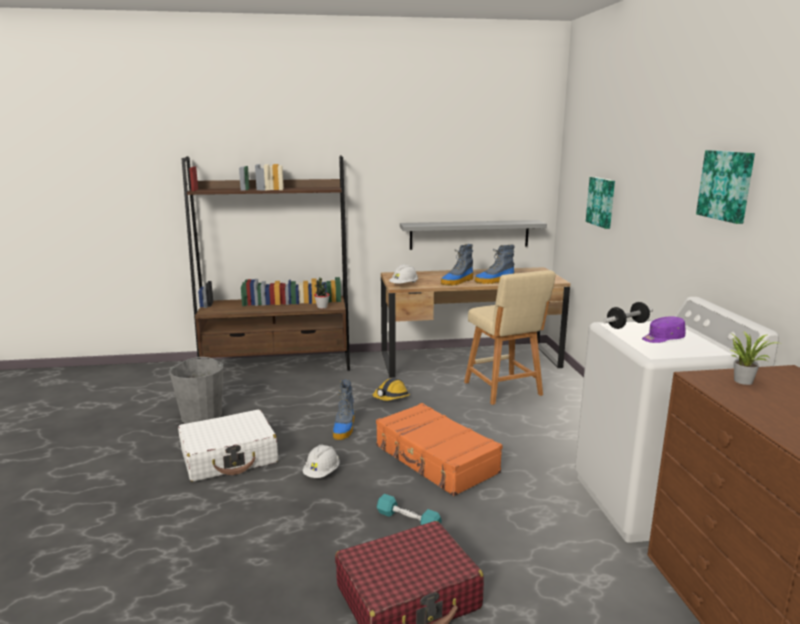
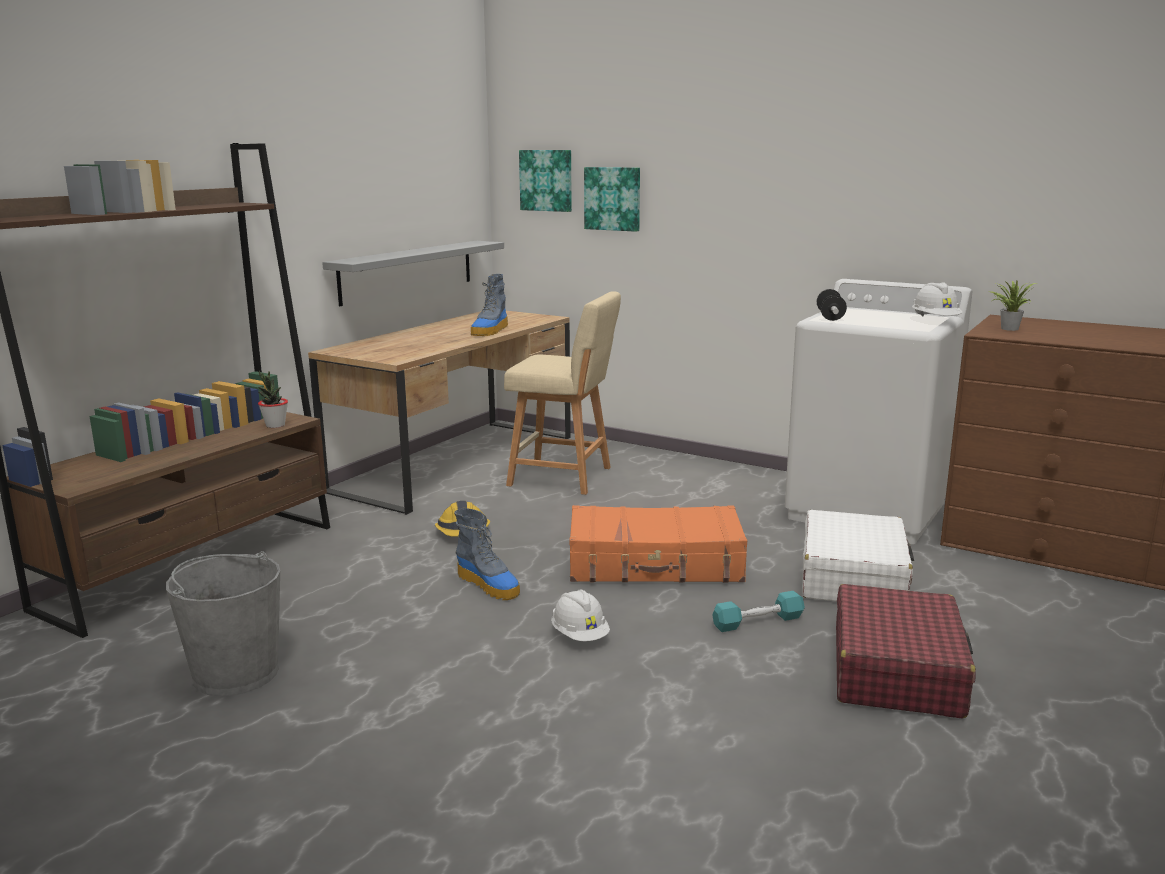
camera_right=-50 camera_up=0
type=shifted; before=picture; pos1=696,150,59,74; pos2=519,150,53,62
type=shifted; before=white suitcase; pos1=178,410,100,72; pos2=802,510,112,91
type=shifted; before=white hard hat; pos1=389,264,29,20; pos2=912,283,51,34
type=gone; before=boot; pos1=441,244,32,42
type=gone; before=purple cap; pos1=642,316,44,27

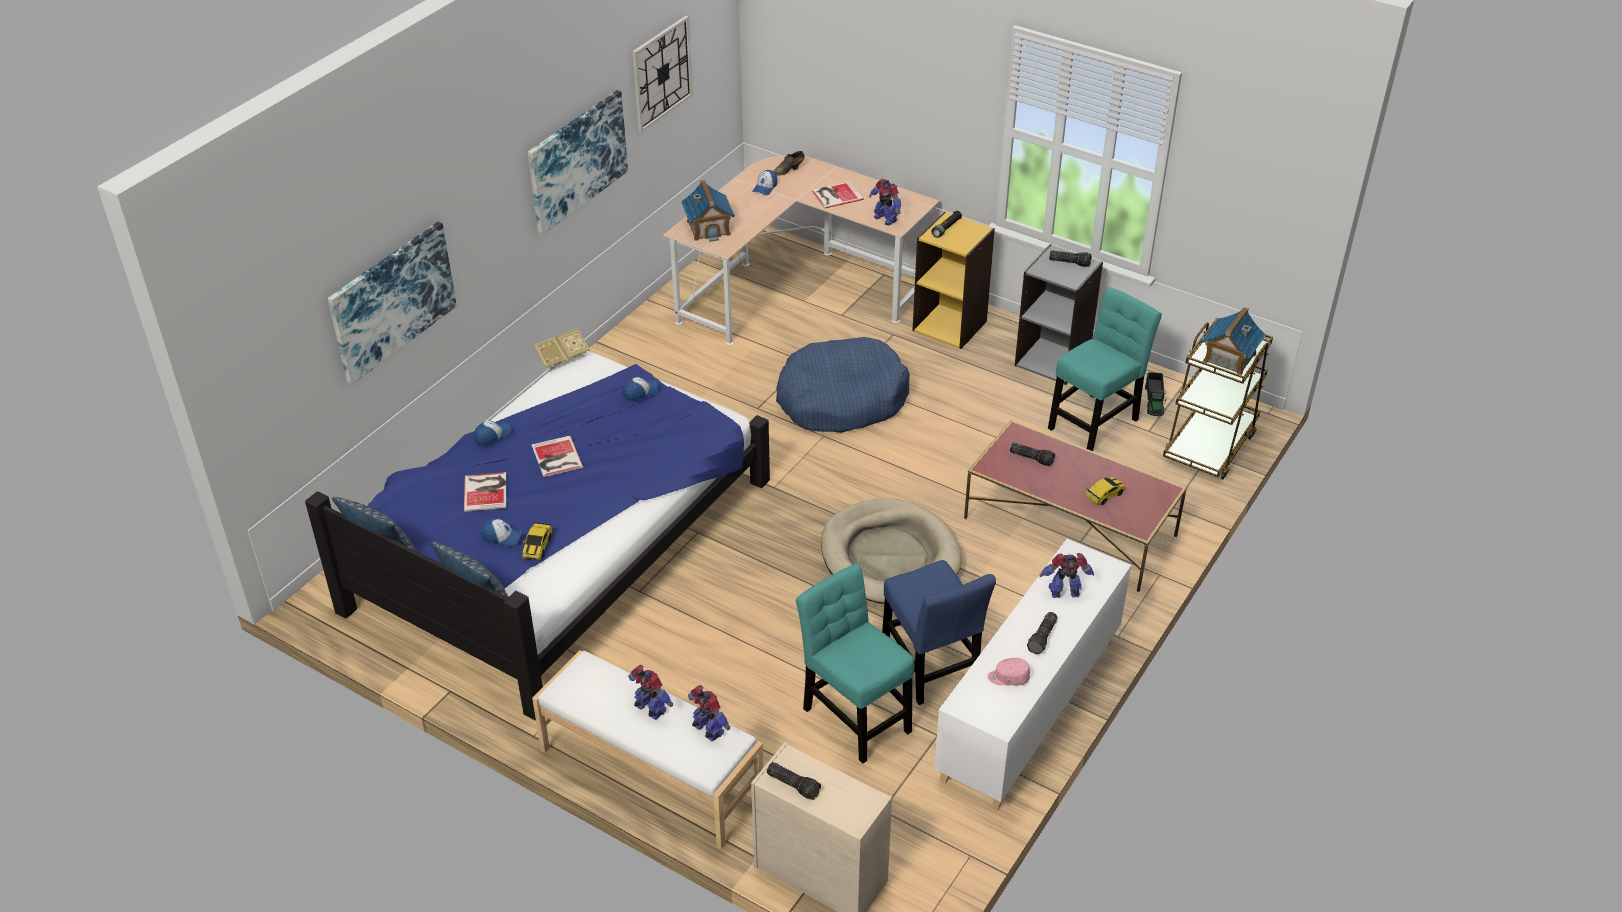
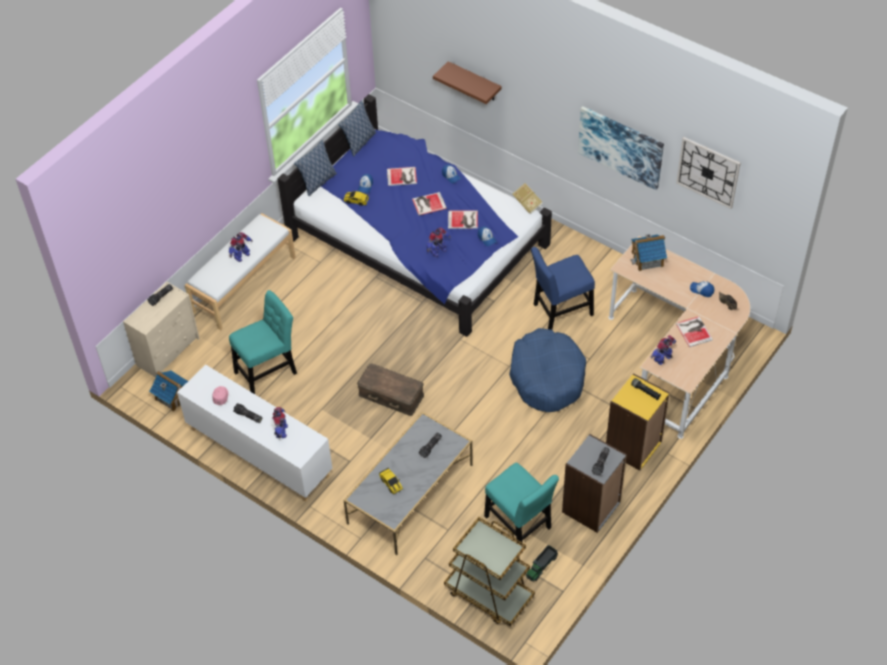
camera_right=95 camera_up=10
type=shifted; before=toy house; pos1=1201,307,64,68; pos2=149,370,39,42
type=repainted; before=red coffee table; after=grey coffee table; pos1=964,420,223,172; pos2=344,412,129,143
type=swapped; before=beige dog bed; after=brown storage box; pos1=821,498,141,106; pos2=357,364,67,52
type=shifted; before=toy robot; pos1=688,685,42,56; pos2=427,227,24,30
type=swapped; before=picture; after=brown shelf; pos1=328,222,129,162; pos2=433,61,69,43
type=new; after=book; pos2=448,210,30,19
type=rotated; before=toy truck; pos1=1145,372,21,44; pos2=526,545,32,36; turn=-60
type=shifted; before=blue chair; pos1=882,560,114,145; pos2=531,247,64,83

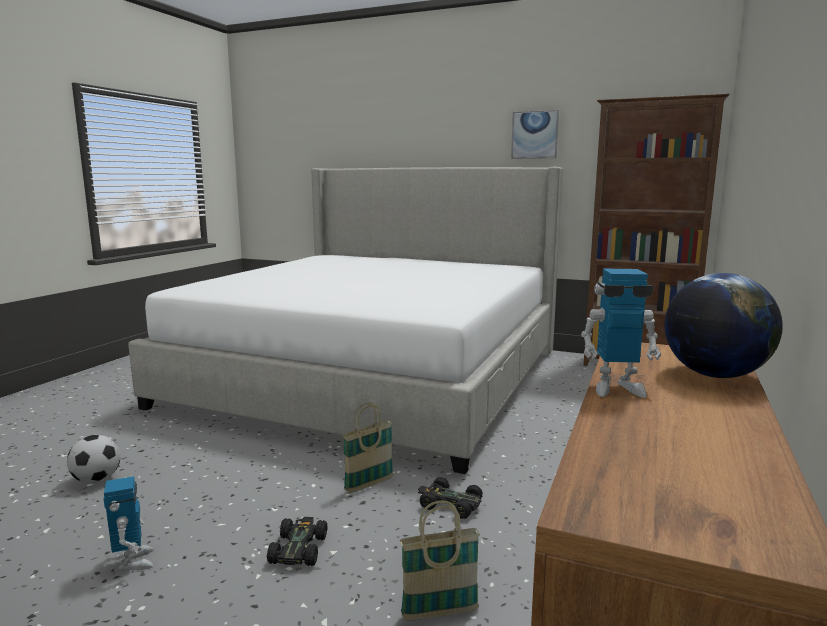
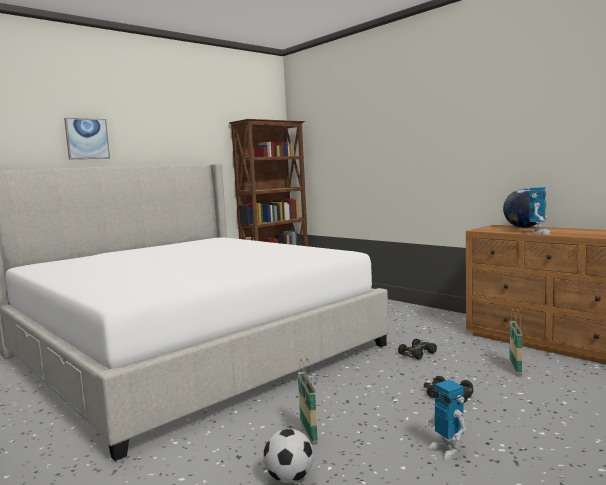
camera_right=-65 camera_up=-5
type=shifted; before=picture; pos1=511,110,48,49; pos2=64,118,46,41
type=shifted; before=basket; pos1=342,402,52,91; pos2=298,358,20,86
type=rotated; before=toy robot; pos1=104,476,50,94; pos2=428,380,38,81; turn=-120

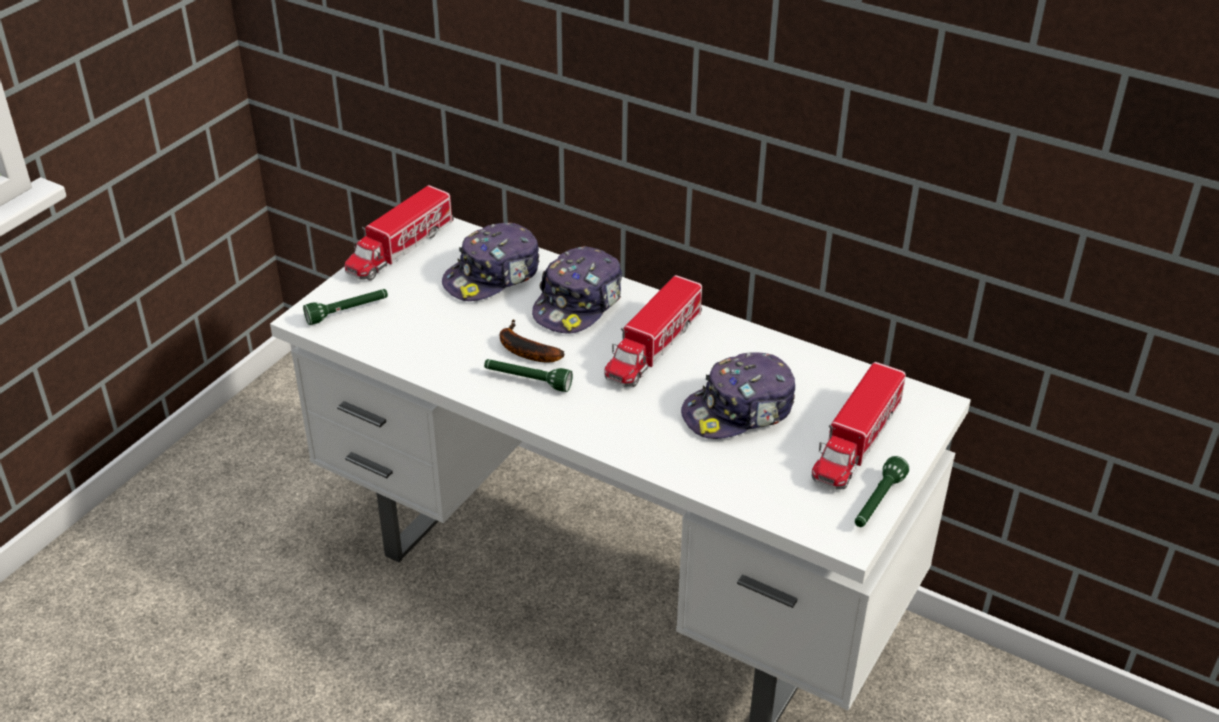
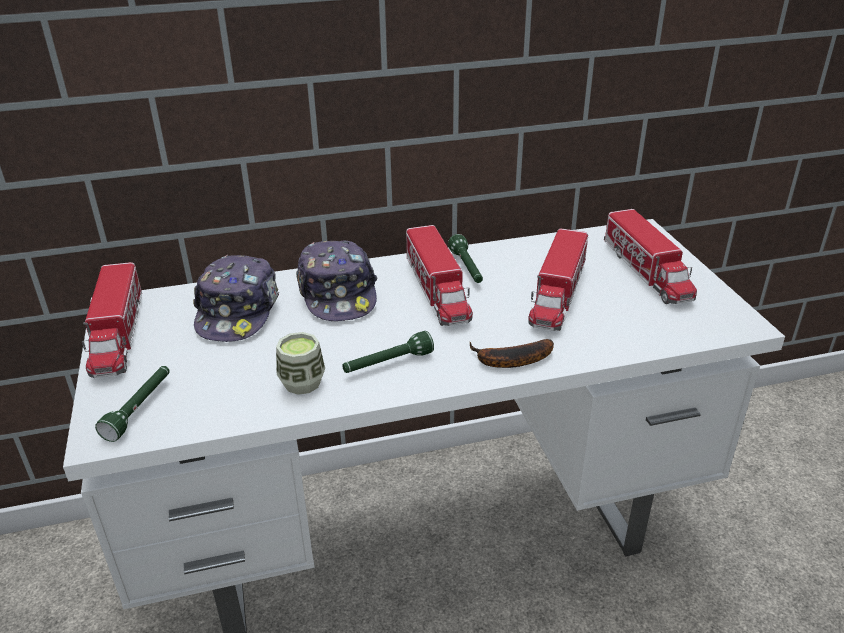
camera_right=-45 camera_up=-5
type=new; after=cup; pos2=276,332,49,63
type=shifted; before=green flashlight; pos1=855,456,54,71; pos2=448,234,35,49
type=shifted; before=banana; pos1=500,319,64,44; pos2=470,339,84,29
type=swapped; before=cap; after=toy truck; pos1=681,352,114,87; pos2=528,228,60,103

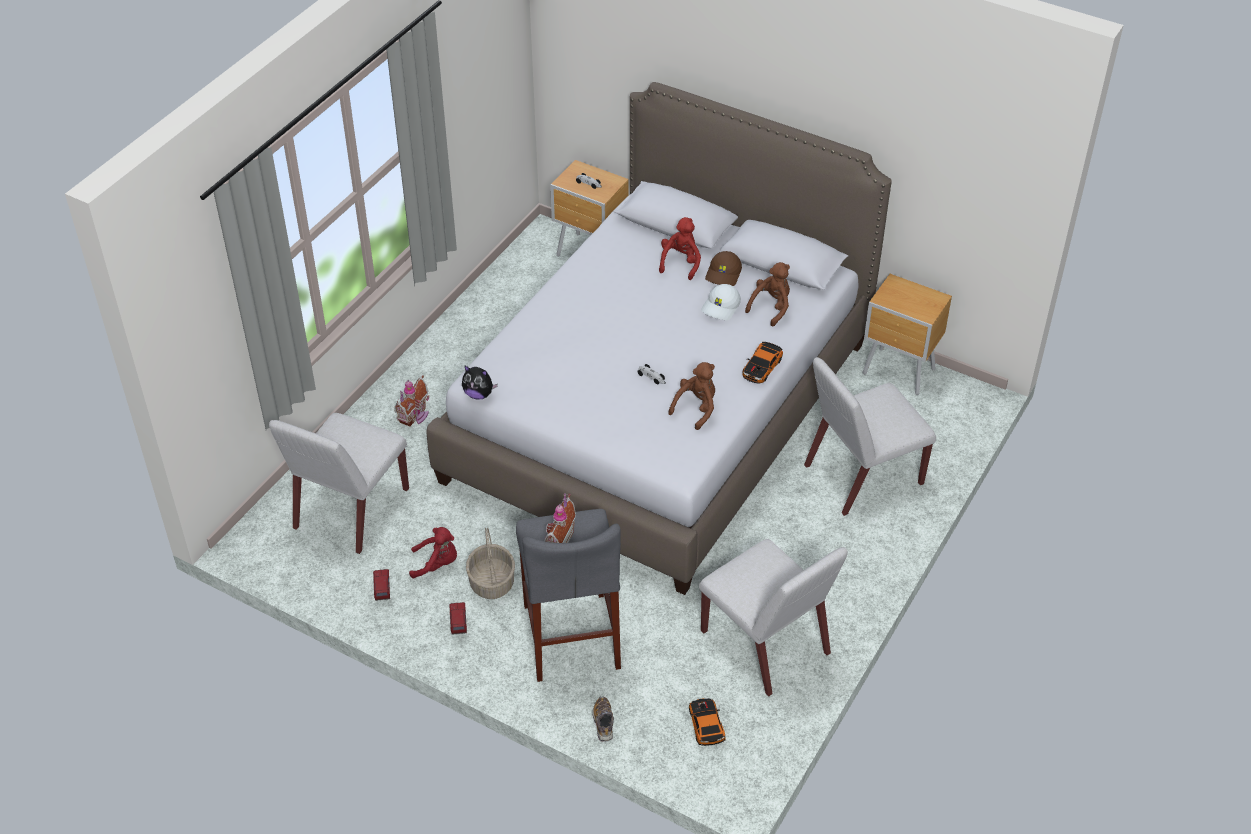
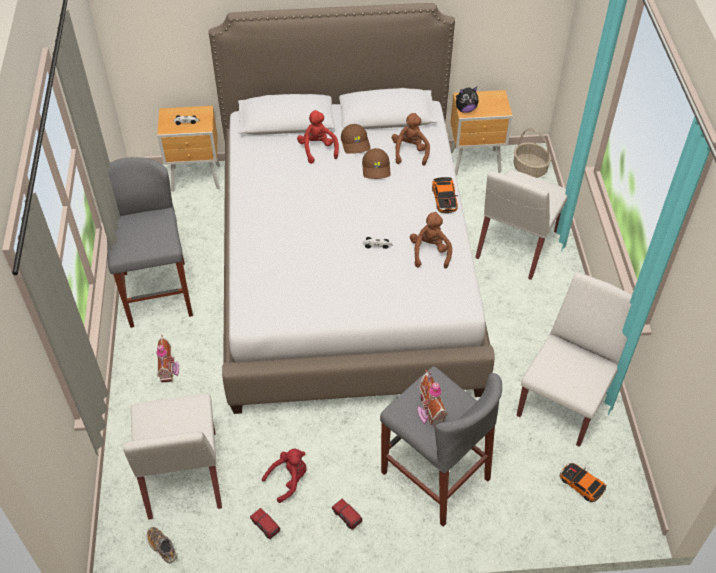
camera_right=-35 camera_up=5
type=new; after=grey stool; pos2=107,157,86,171
type=shifted; before=shoe; pos1=592,697,22,45; pos2=147,527,30,37
type=repainted; before=white cap; after=brown cap; pos1=701,284,40,36; pos2=362,148,29,31
type=shifted; before=plush toy; pos1=462,365,36,35; pos2=456,87,22,26
type=shifted; before=basket; pos1=466,528,49,71; pos2=513,128,38,50
type=rotated; before=white chair; pos1=699,539,149,157; pos2=516,272,116,175; turn=-75

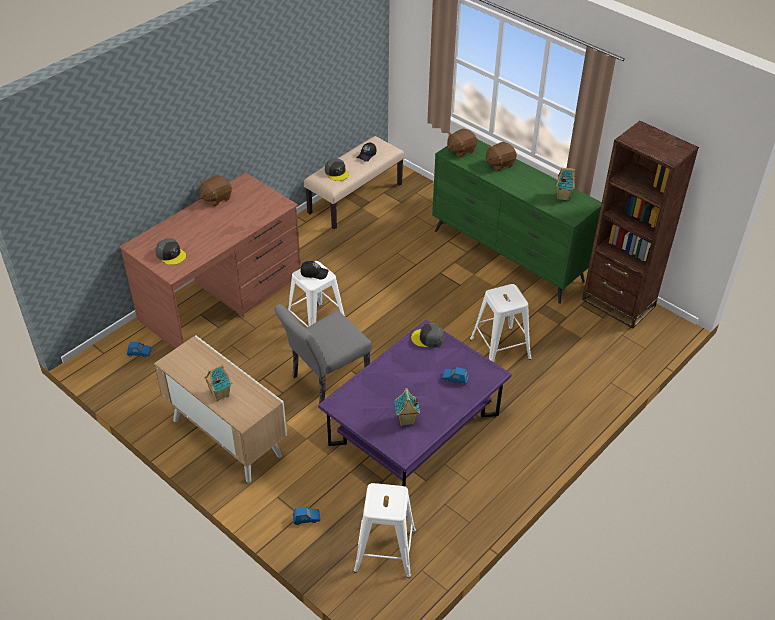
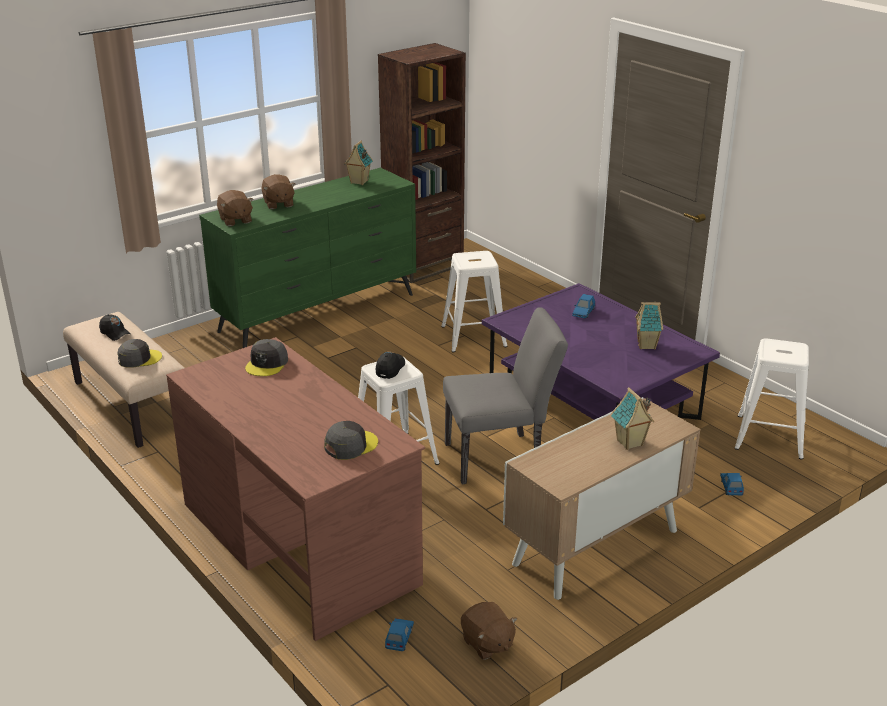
camera_right=-80 camera_up=-15
type=shifted; before=grey cap; pos1=411,323,33,25; pos2=245,339,43,37
type=rotated; before=grey chair; pos1=274,304,98,100; pos2=443,307,125,177; turn=-75
type=shifted; before=brown plush toy; pos1=199,175,33,31; pos2=461,602,56,58

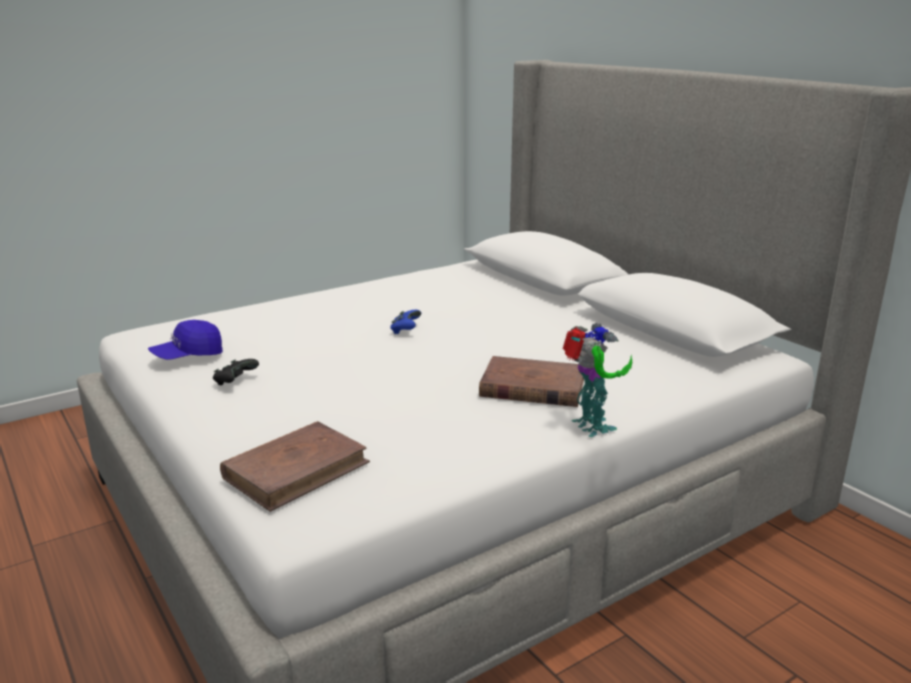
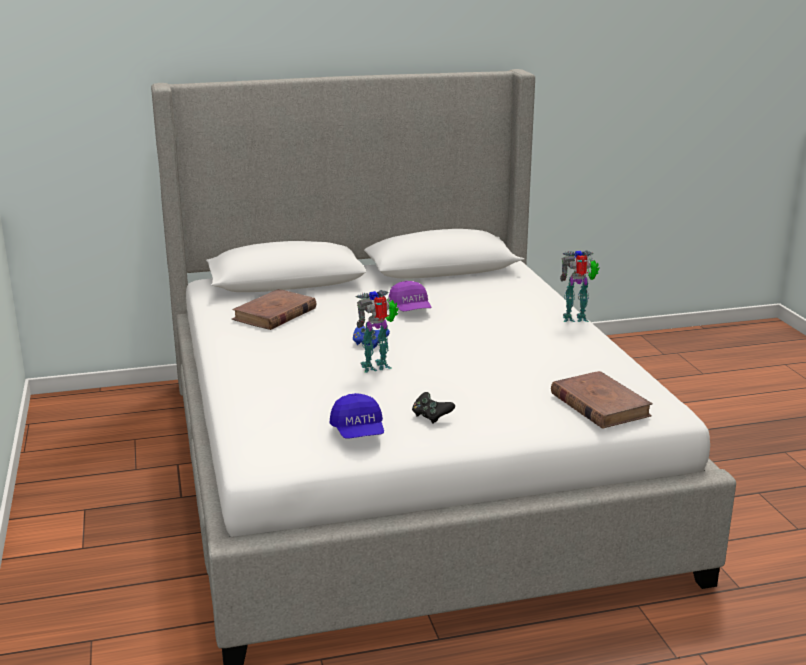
camera_right=-70 camera_up=0
type=shifted; before=brown book; pos1=479,356,105,51; pos2=232,289,84,41
type=new; after=toy robot; pos2=356,290,43,83
type=new; after=purple cap; pos2=389,281,43,31

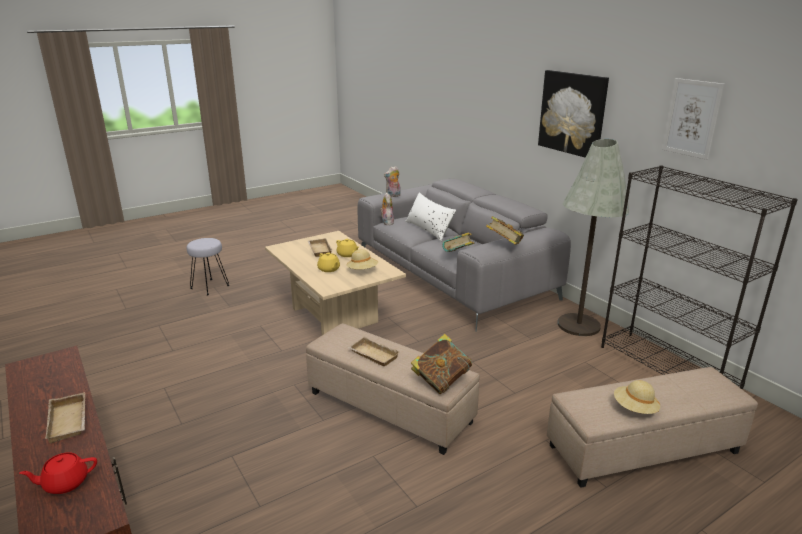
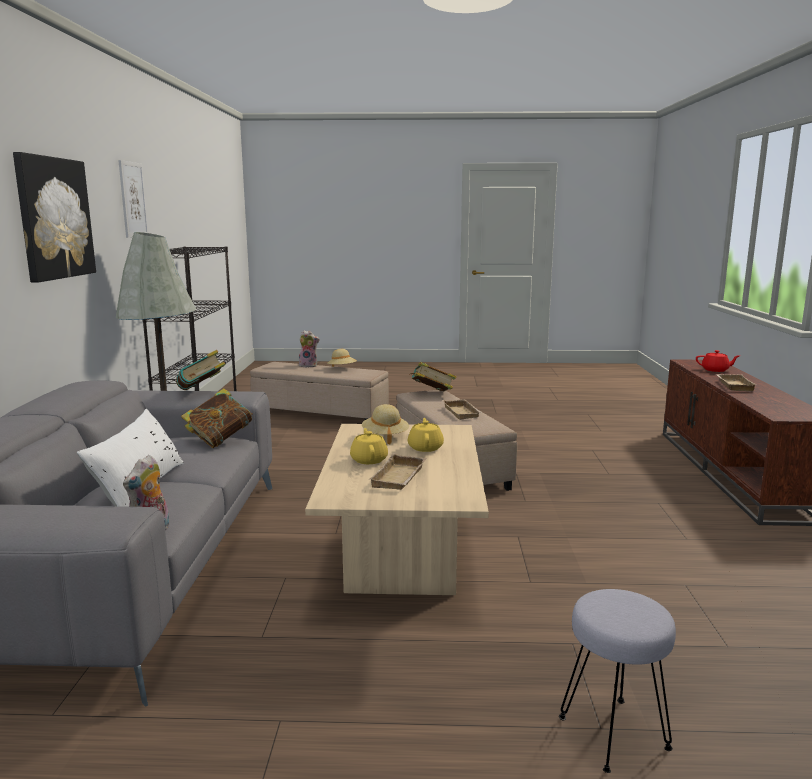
camera_right=-145 camera_up=-10
type=shifted; before=plush toy; pos1=384,166,17,31; pos2=299,330,21,37

